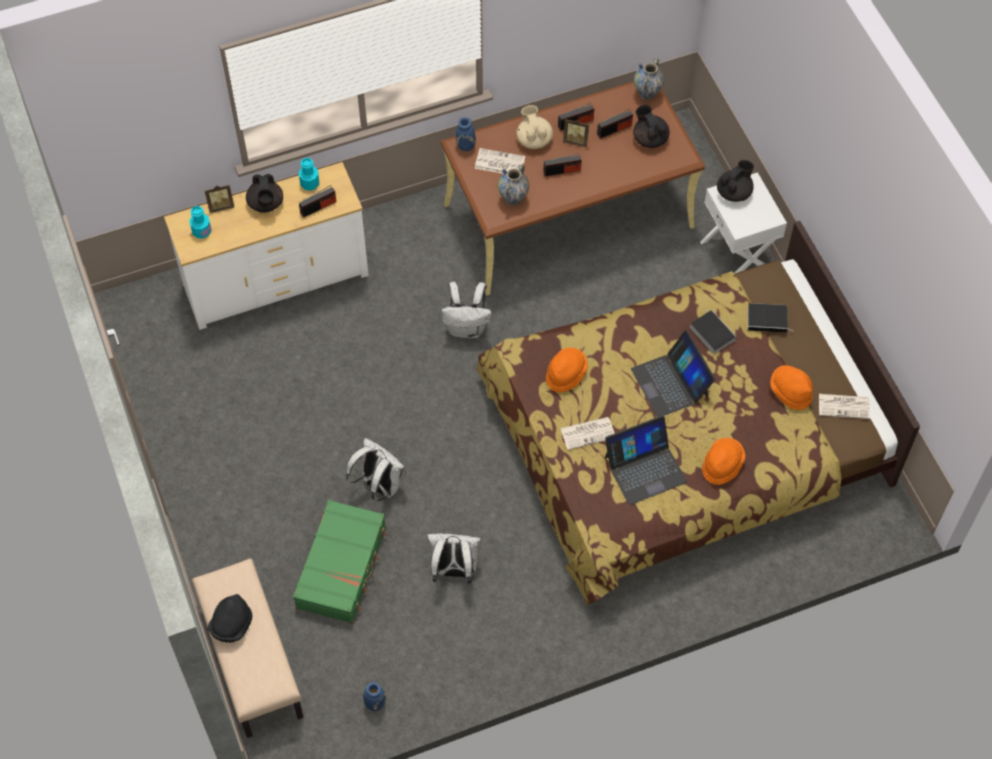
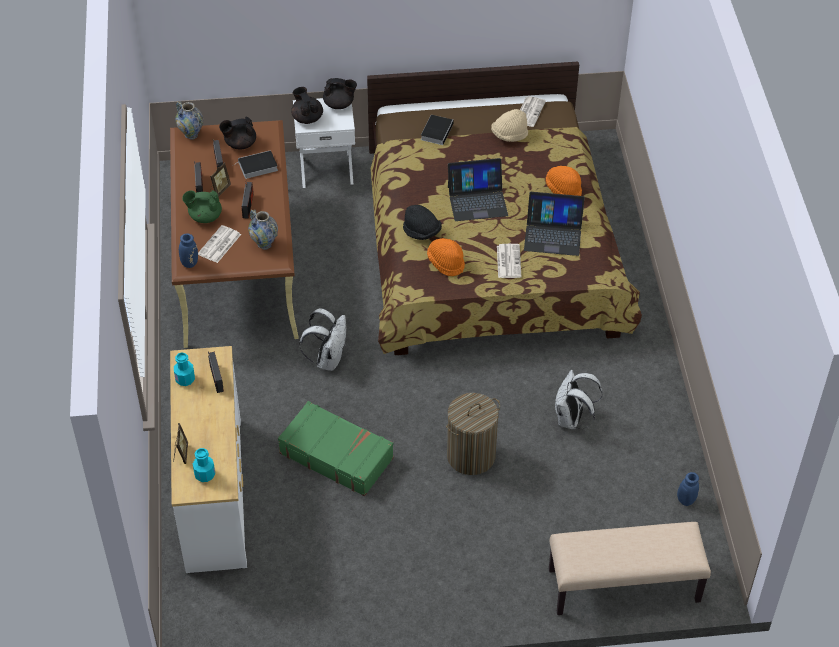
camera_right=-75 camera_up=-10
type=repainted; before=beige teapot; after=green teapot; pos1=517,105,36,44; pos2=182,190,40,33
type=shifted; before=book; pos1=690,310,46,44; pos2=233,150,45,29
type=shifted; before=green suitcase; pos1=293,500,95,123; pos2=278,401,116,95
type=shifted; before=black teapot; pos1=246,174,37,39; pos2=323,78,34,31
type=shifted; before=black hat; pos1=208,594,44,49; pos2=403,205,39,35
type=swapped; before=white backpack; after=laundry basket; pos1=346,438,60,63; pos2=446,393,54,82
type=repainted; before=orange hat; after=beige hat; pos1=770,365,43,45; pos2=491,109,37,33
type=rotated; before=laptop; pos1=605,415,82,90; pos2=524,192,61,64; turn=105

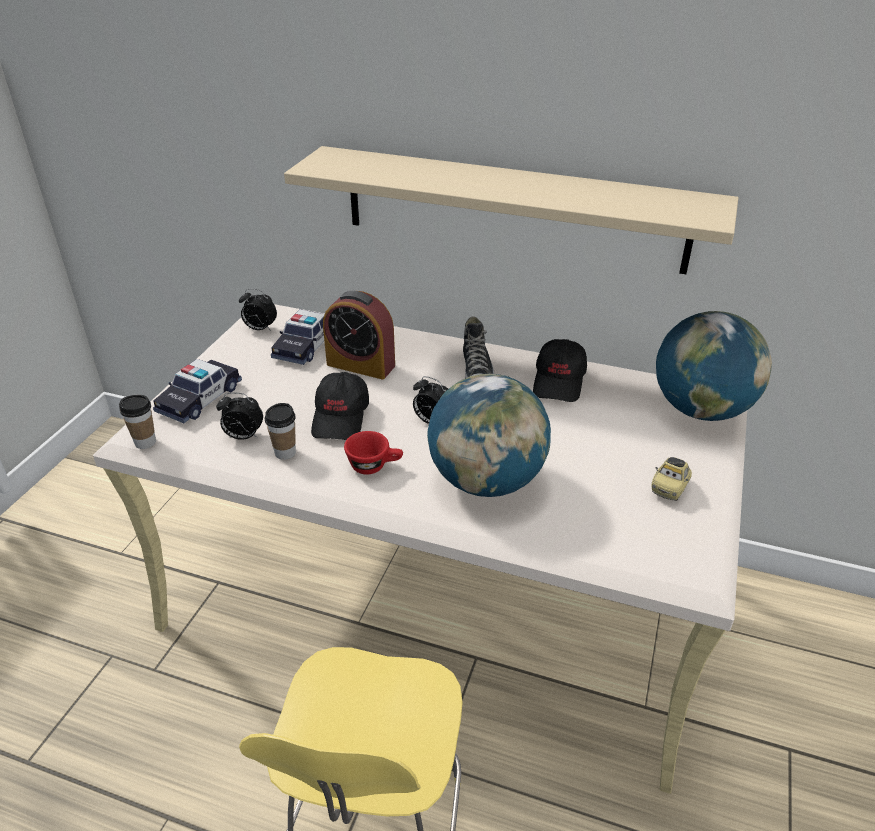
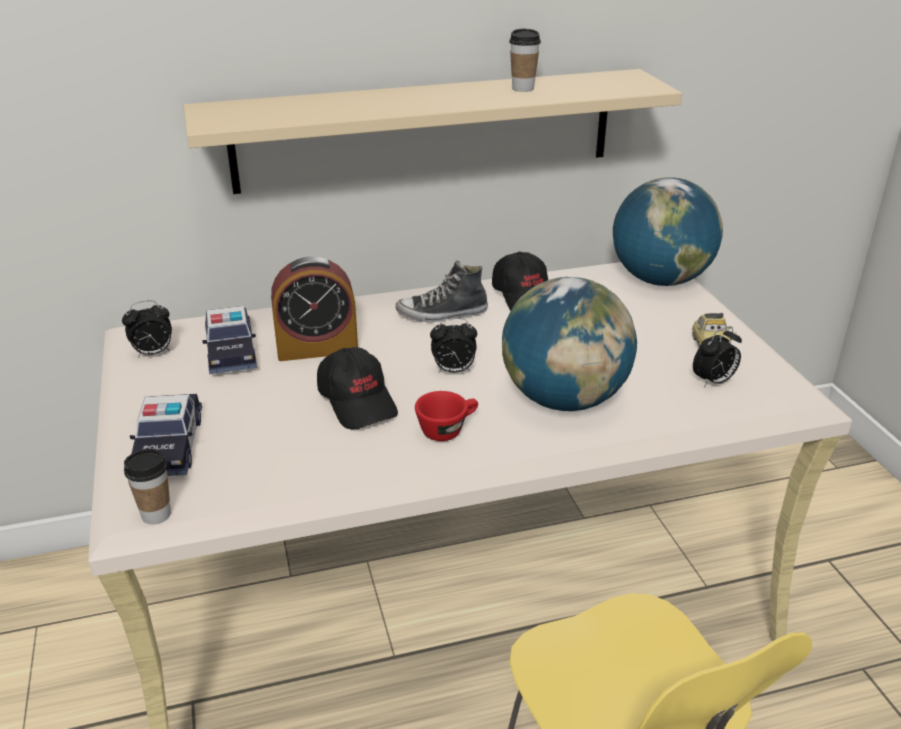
camera_right=-35 camera_up=-5
type=rotated; before=shoe; pos1=463,316,31,63; pos2=396,260,92,62; turn=120
type=shifted; before=cup; pos1=265,403,31,57; pos2=509,29,32,63
type=shifted; before=alarm clock; pos1=216,393,47,47; pos2=693,326,49,61

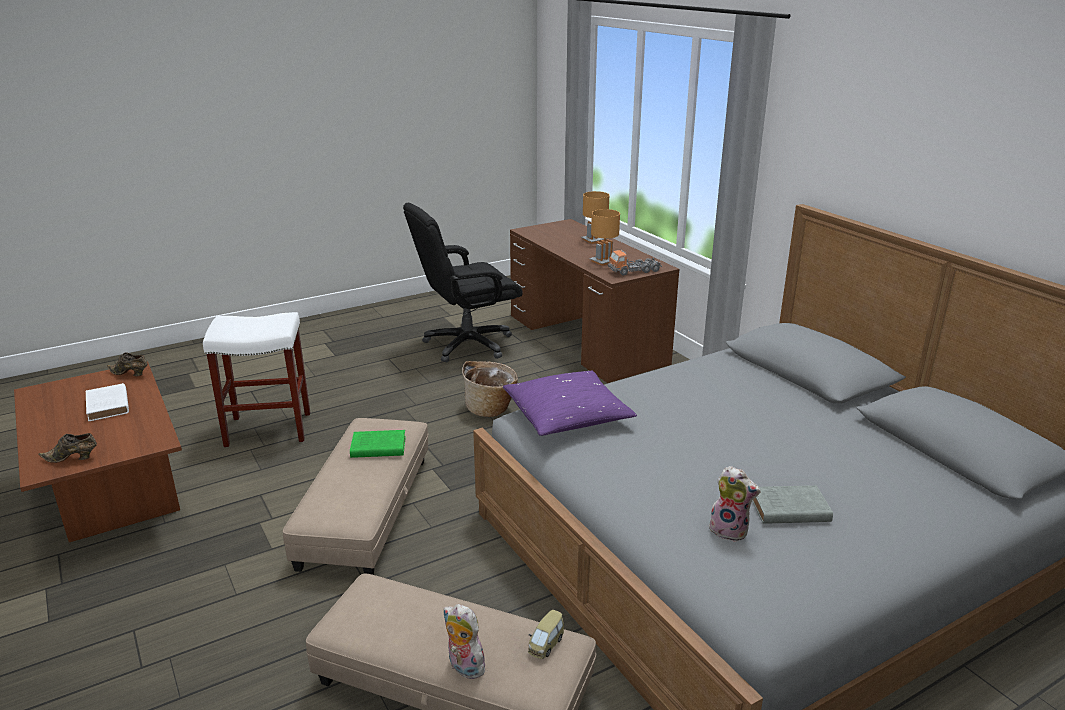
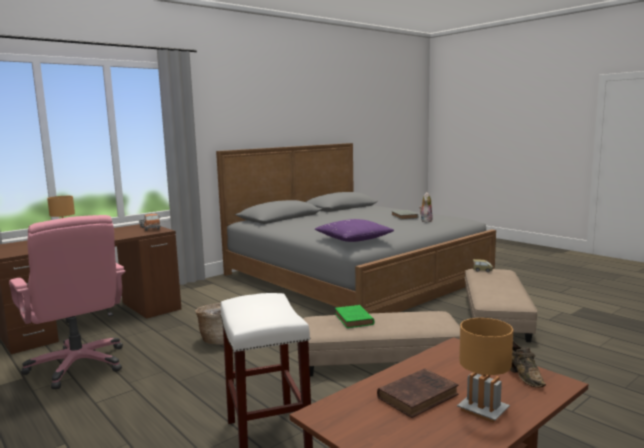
camera_right=-100 camera_up=-15
type=repainted; before=black office chair; after=pink office chair; pos1=403,203,120,159; pos2=9,215,117,174
type=repainted; before=white book; after=brown book; pos1=86,383,43,38; pos2=377,368,81,50
type=shifted; before=brown table lamp; pos1=589,209,31,57; pos2=457,318,56,105
type=gone; before=brown shoe; pos1=107,352,40,24
type=gone; before=plush toy; pos1=443,604,44,75

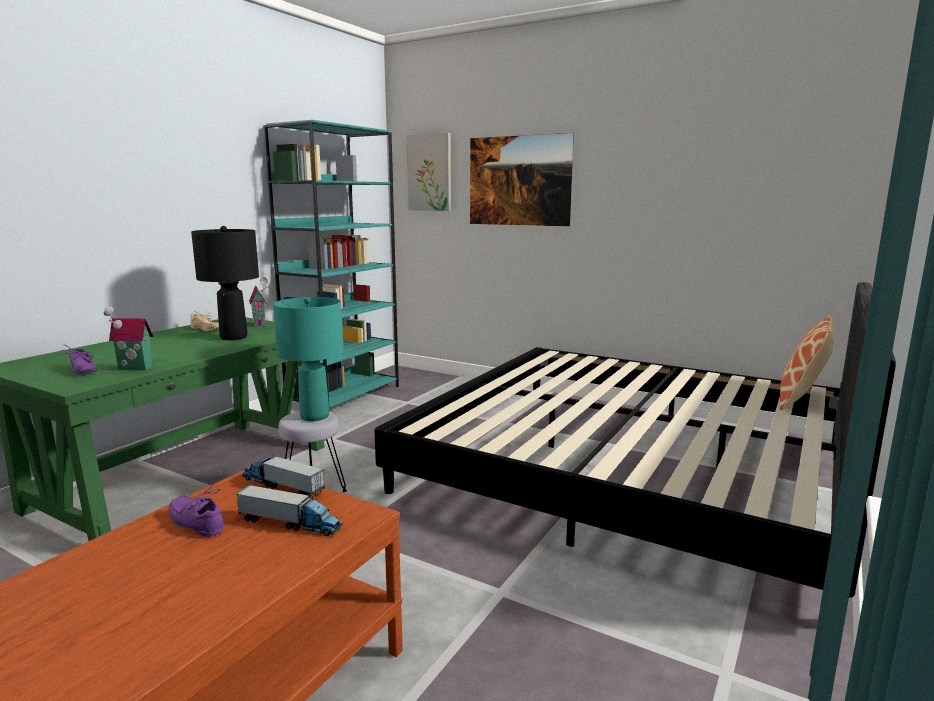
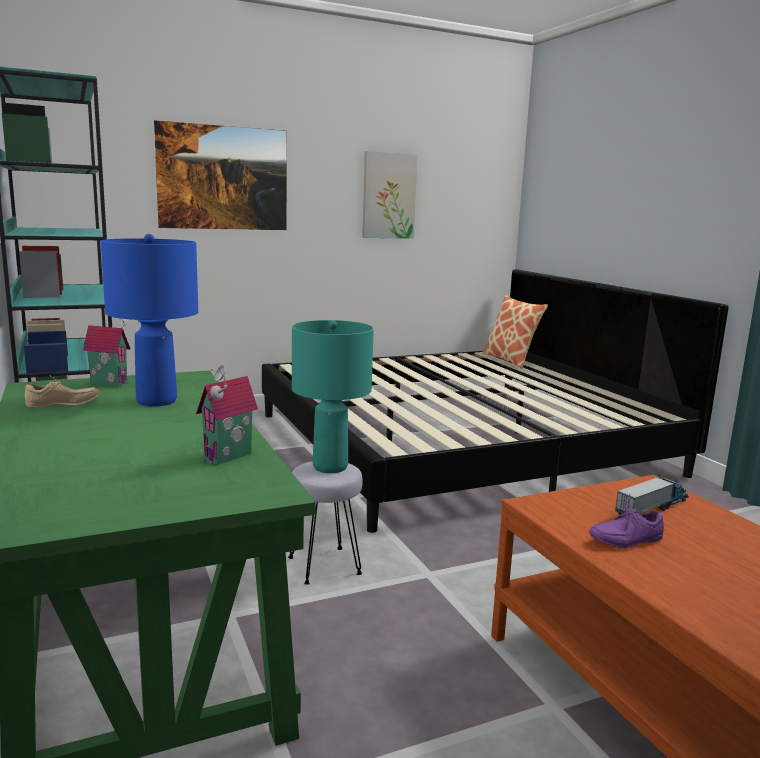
camera_right=-55 camera_up=0
type=repainted; before=black table lamp; after=blue table lamp; pos1=191,226,68,114; pos2=101,234,97,173
type=shifted; before=picture; pos1=407,133,44,78; pos2=362,151,56,88
type=gone; before=purple shoe; pos1=61,344,36,30
type=gone; before=toy truck; pos1=242,454,83,43

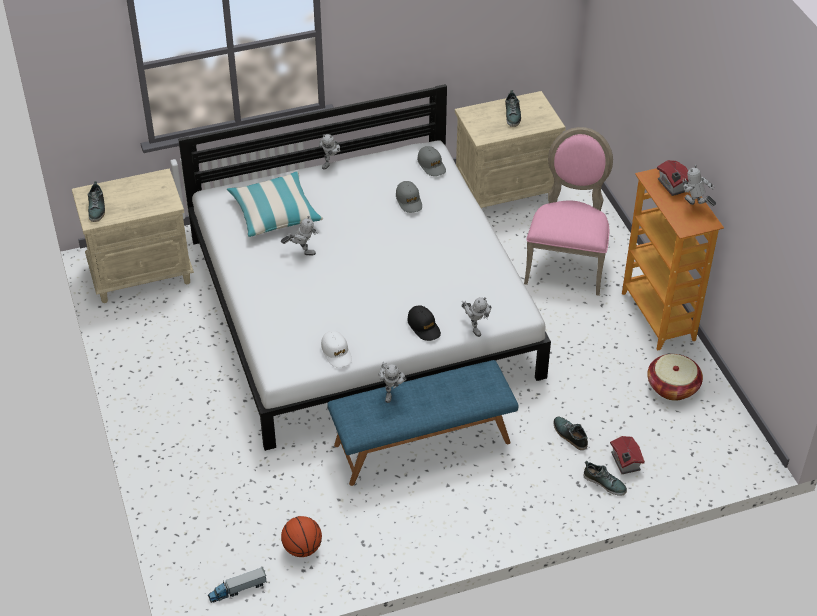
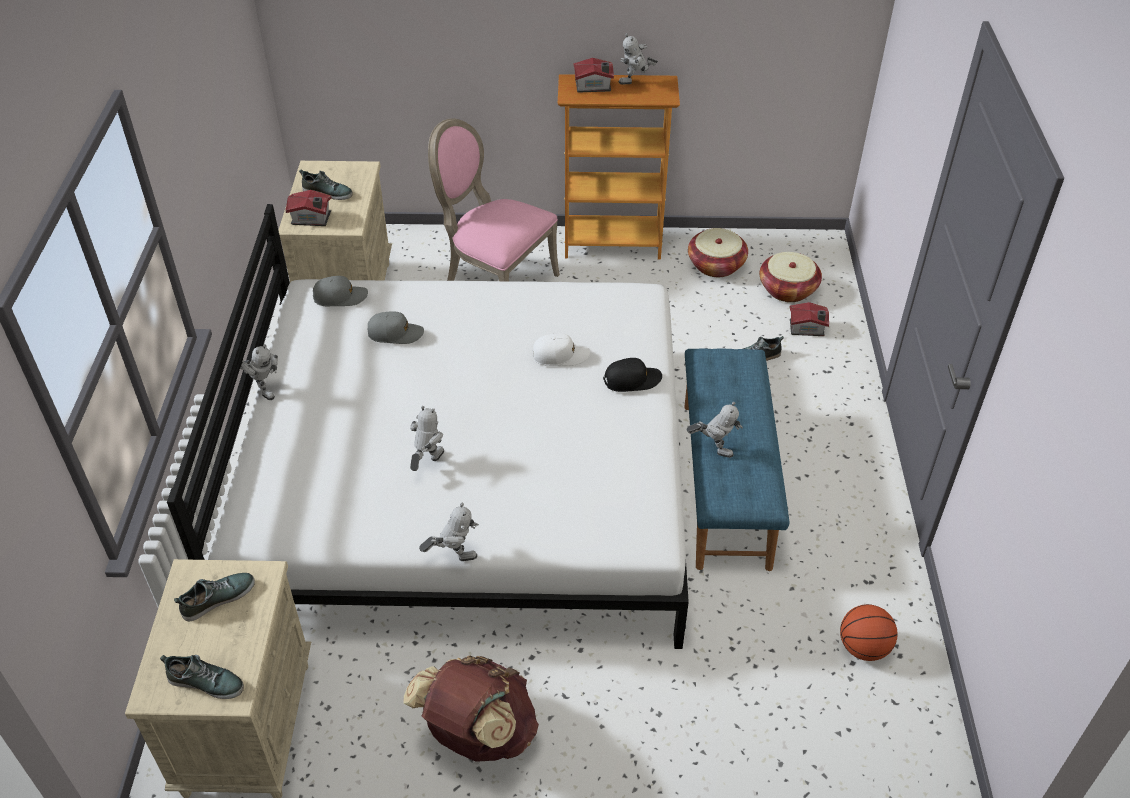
camera_right=-70 camera_up=0
type=shifted; before=shoe; pos1=583,461,44,35; pos2=174,573,81,49
type=new; after=toy house; pos2=285,190,47,36
type=new; after=brown backpack; pos2=404,655,135,107
type=shifted; before=toy robot; pos1=461,297,31,40; pos2=419,503,60,58
type=shifted; before=white cap; pos1=321,331,31,37; pos2=532,333,58,33
type=new; after=basket; pos2=759,252,63,50
type=gone; before=toy truck; pos1=208,567,59,36
type=gone; before=pillow; pos1=227,171,96,66

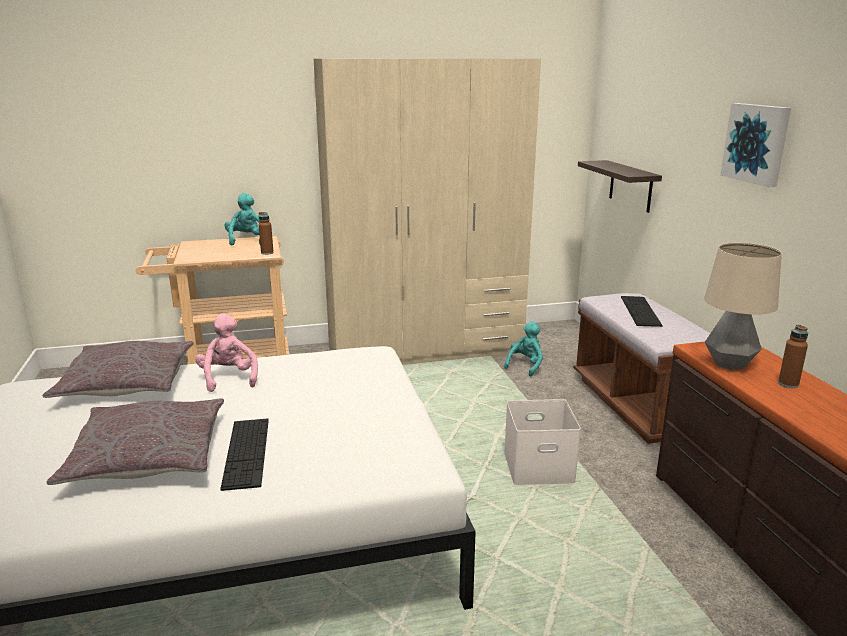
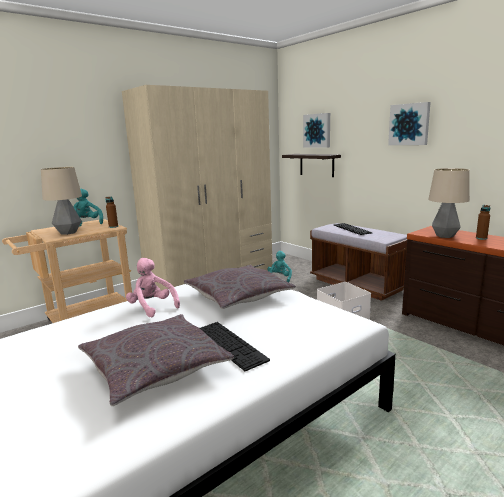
camera_right=-25 camera_up=-5
type=new; after=table lamp; pos2=41,167,41,68
type=shifted; before=grey pillow; pos1=43,341,150,57; pos2=184,265,112,44
type=new; after=picture; pos2=303,113,27,35

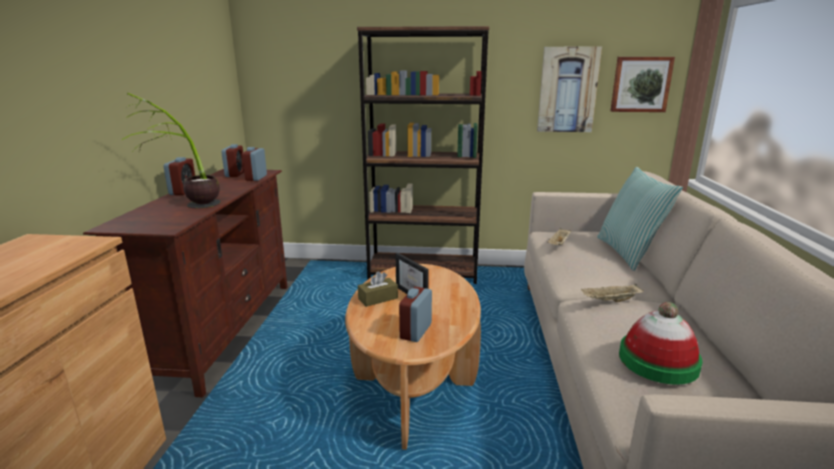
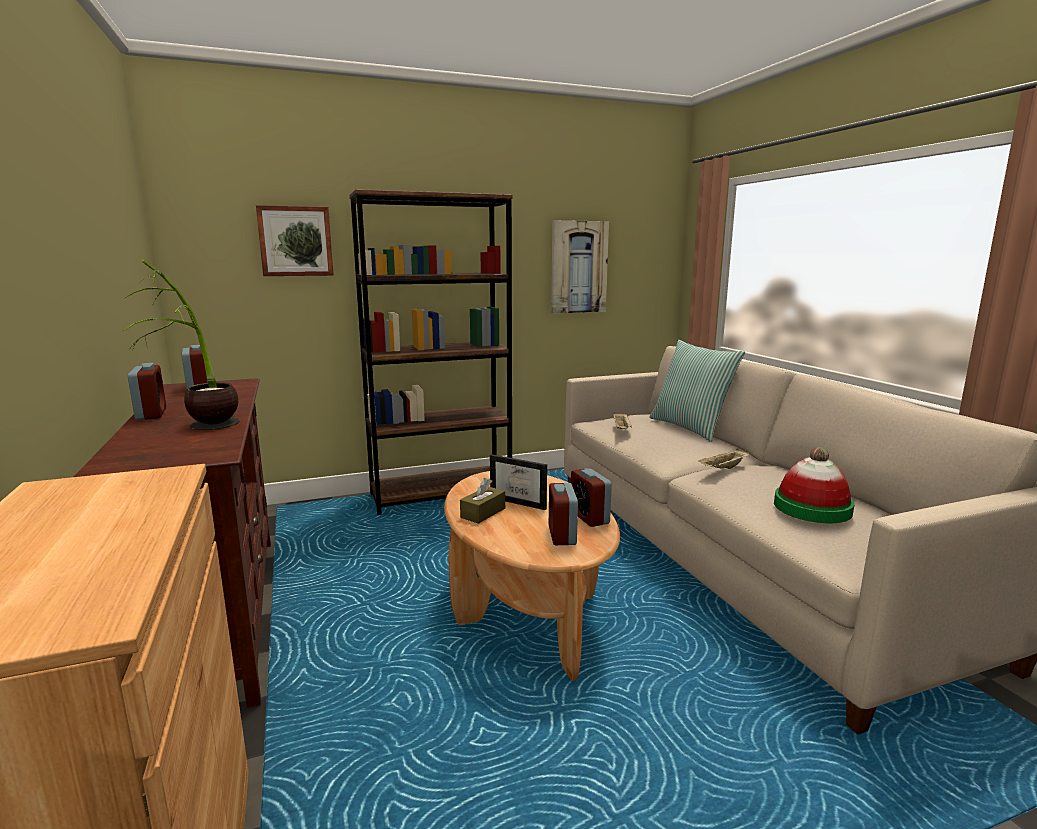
camera_right=-25 camera_up=-5
type=shifted; before=picture; pos1=610,57,65,55; pos2=256,205,78,71
type=shifted; before=alarm clock; pos1=242,147,25,34; pos2=571,468,41,59

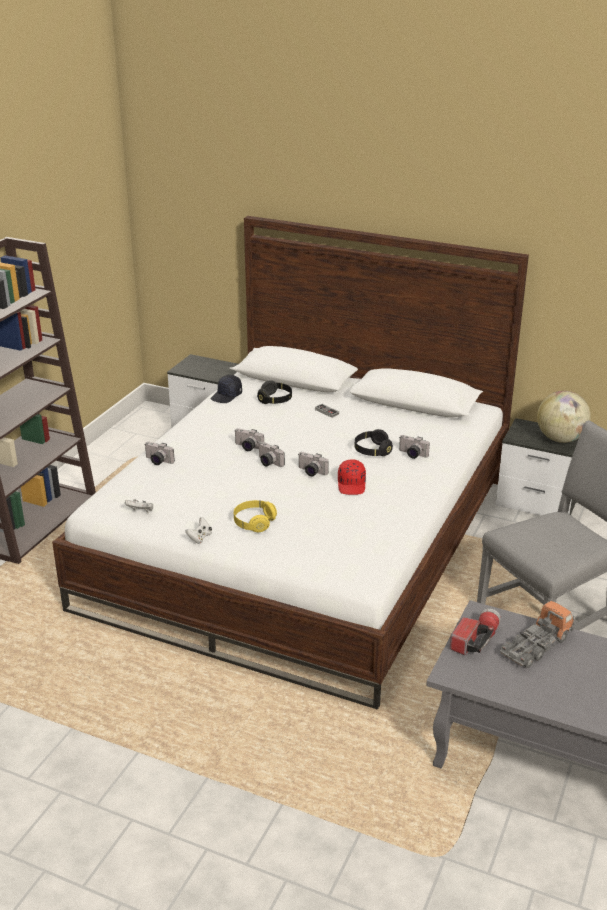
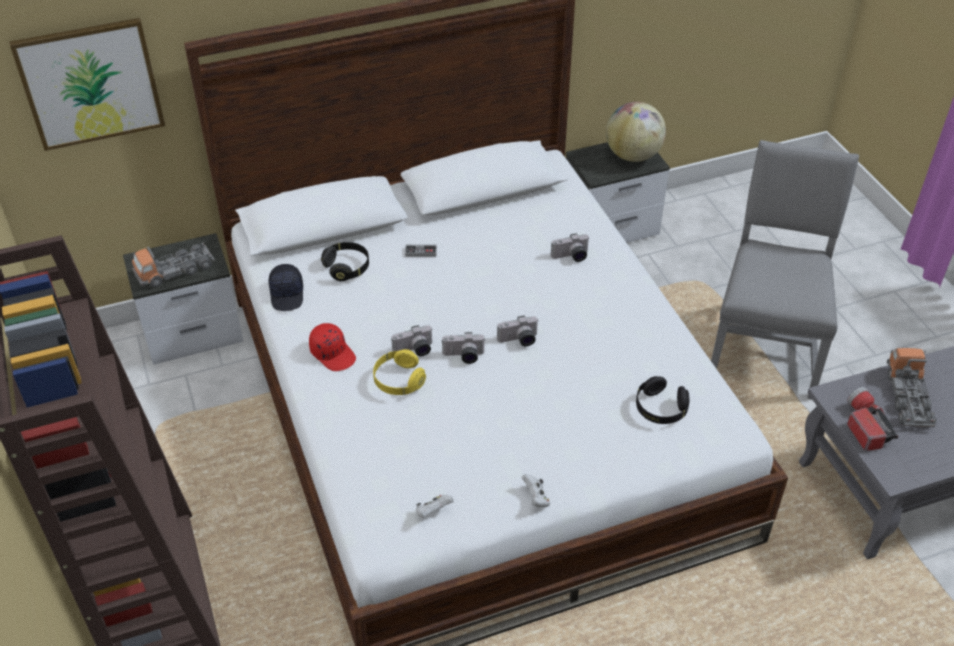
camera_right=-45 camera_up=15
type=new; after=picture; pos2=9,18,156,133
type=new; after=toy truck; pos2=132,243,83,44
type=shifted; before=red cap; pos1=338,459,28,36; pos2=309,323,47,48
type=shifted; before=yellow headphones; pos1=234,500,43,32; pos2=373,349,53,46
type=shifted; before=black headphones; pos1=355,429,38,27; pos2=636,376,53,48
type=gone; before=photo camera; pos1=144,442,31,23

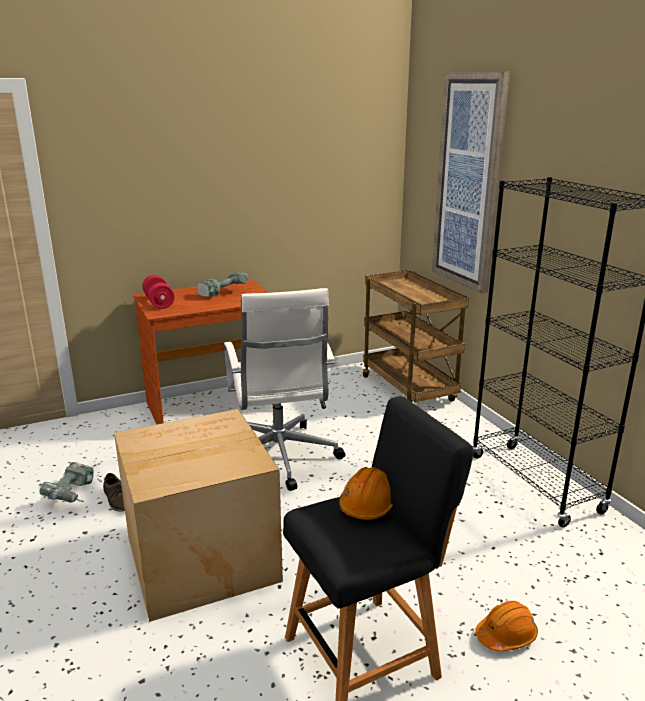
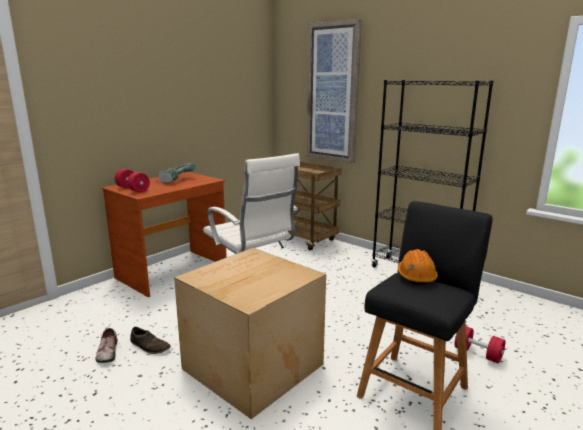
camera_right=-25 camera_up=-5
type=swapped; before=power drill; after=shoe; pos1=39,462,63,41; pos2=95,328,23,35
type=swapped; before=orange hard hat; after=red dumbbell; pos1=475,601,63,51; pos2=455,326,50,38

